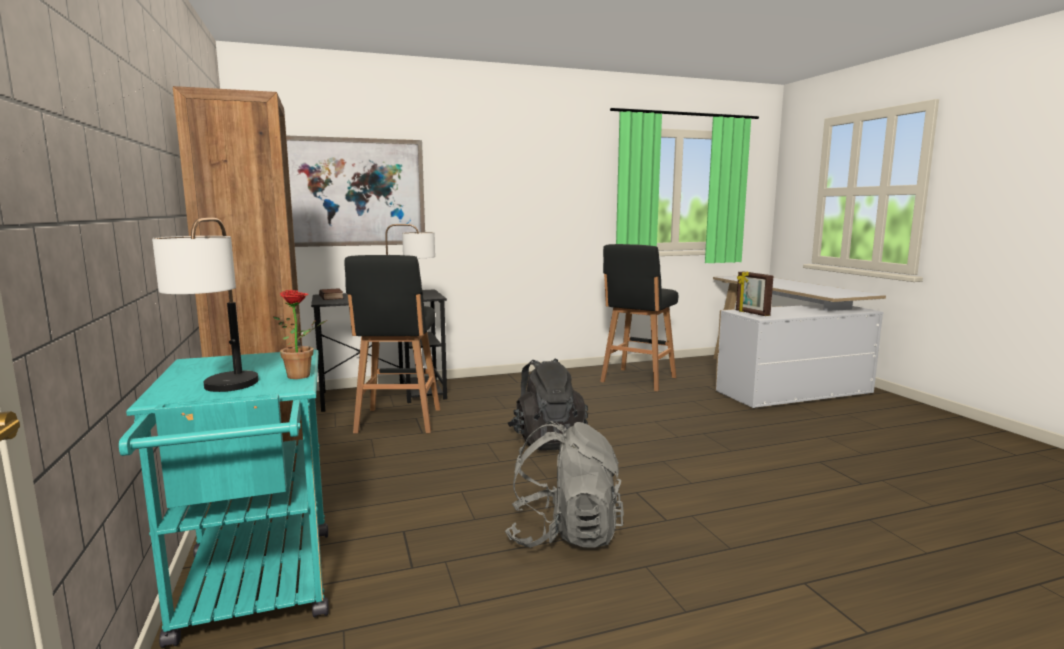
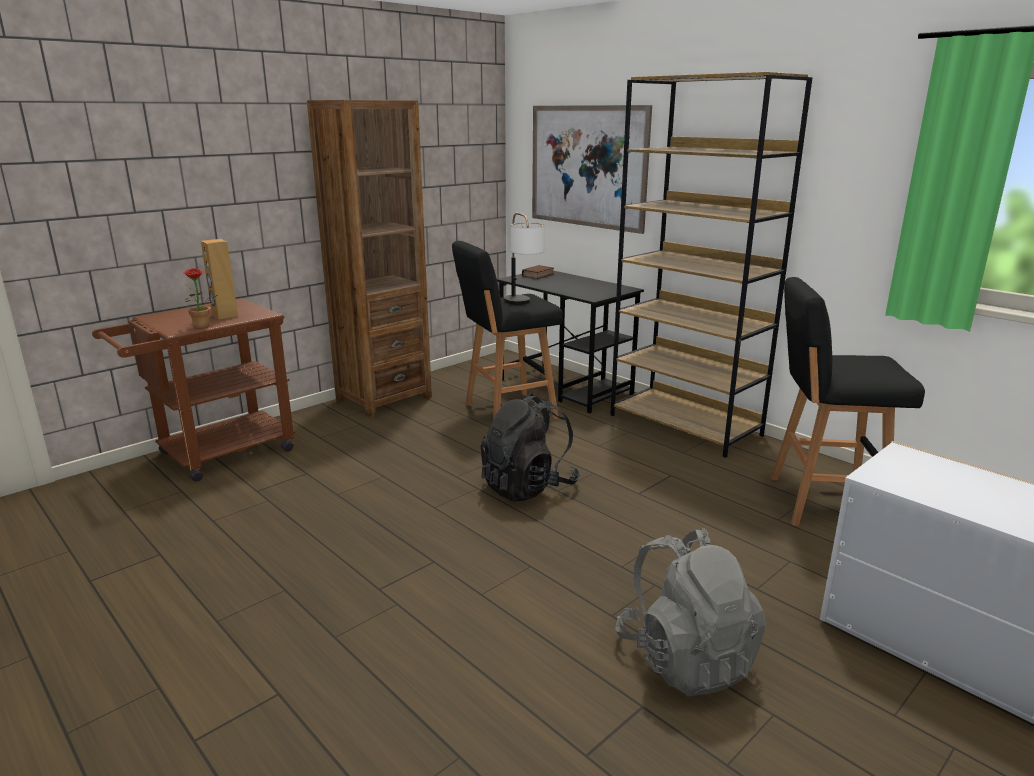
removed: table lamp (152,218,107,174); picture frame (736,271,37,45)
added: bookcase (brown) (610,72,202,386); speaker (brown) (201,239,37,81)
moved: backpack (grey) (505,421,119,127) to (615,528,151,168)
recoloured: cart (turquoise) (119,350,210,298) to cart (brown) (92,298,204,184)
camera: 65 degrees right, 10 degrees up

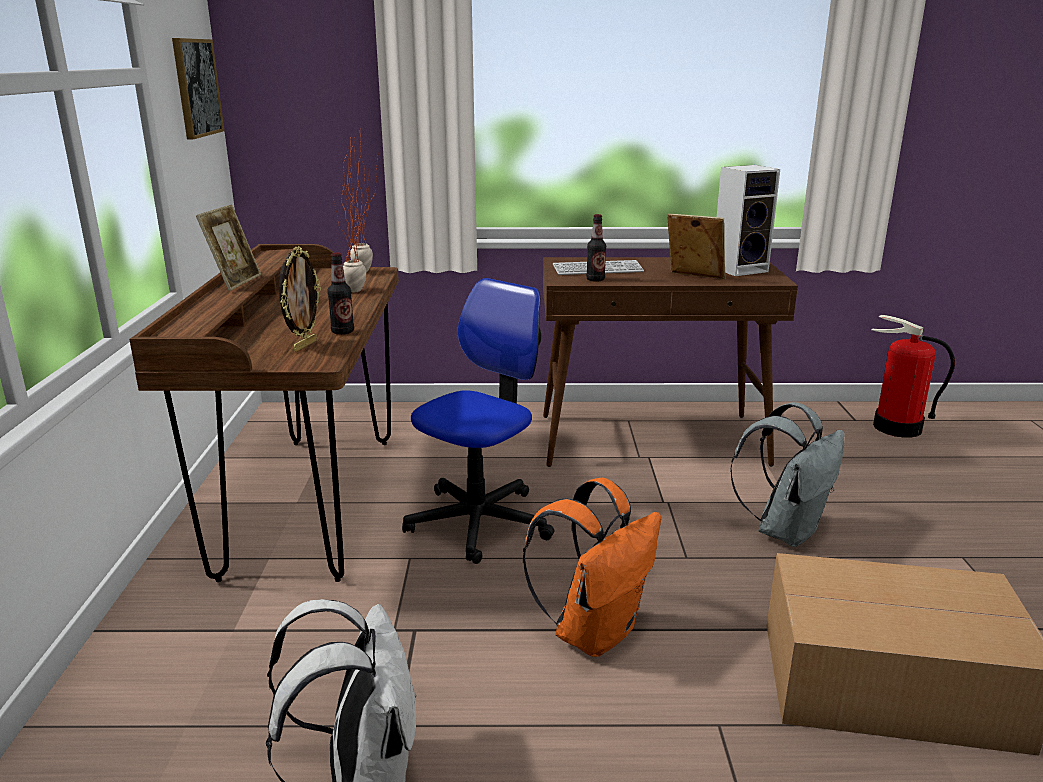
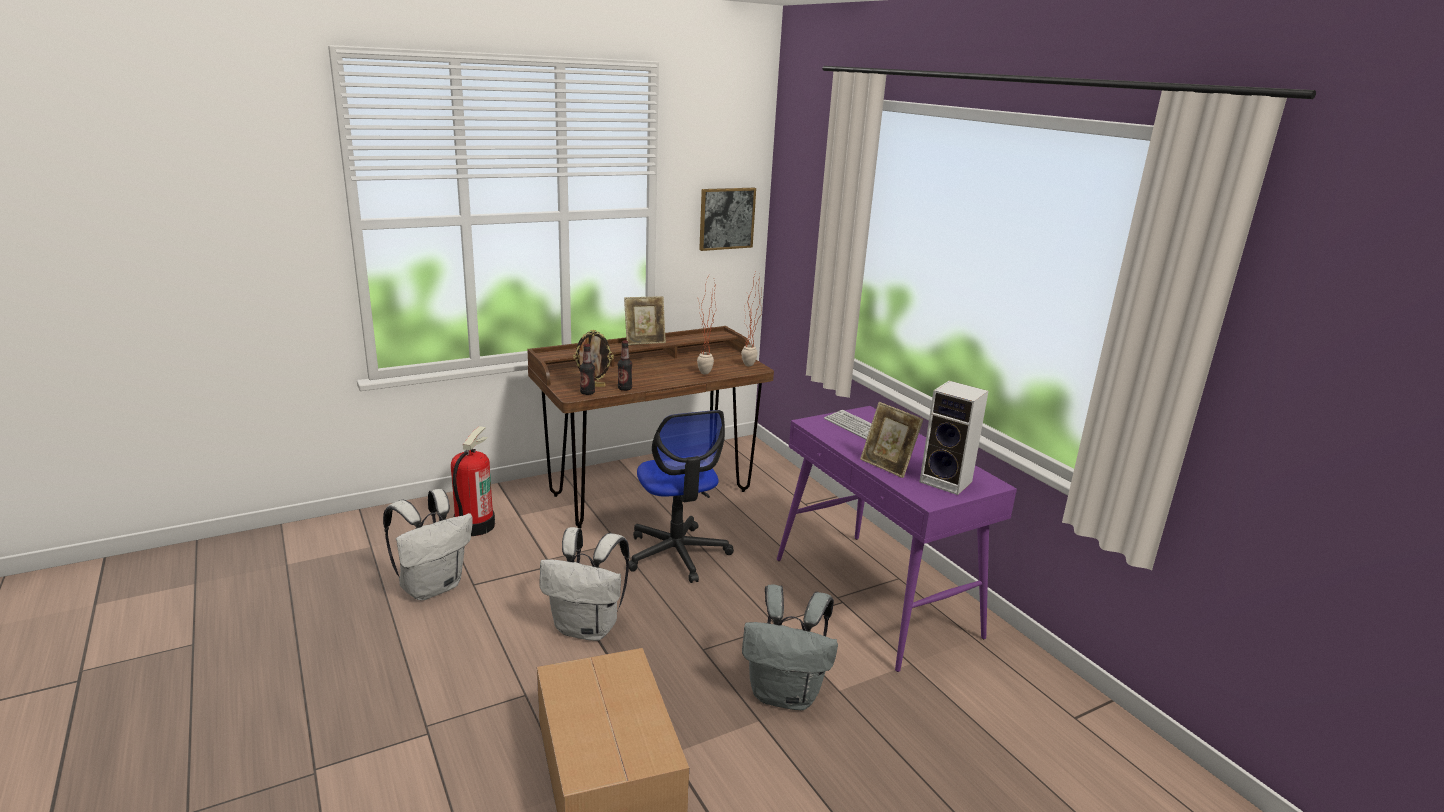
moved: bottle (586,214,20,68) to (580,344,15,51); fire extinguisher (872,315,83,123) to (451,426,44,110)
recoloured: console table (brown) (543,257,255,210) to console table (purple) (777,406,240,266); backpack (orange) (523,478,138,179) to backpack (white) (540,527,89,114)
turned: picture frame (667,214,58,65) = (860,402,63,76) 135 degrees clockwise; office chair (402,278,153,286) = (628,410,106,173) 60 degrees clockwise
camera: 60 degrees right, 0 degrees up

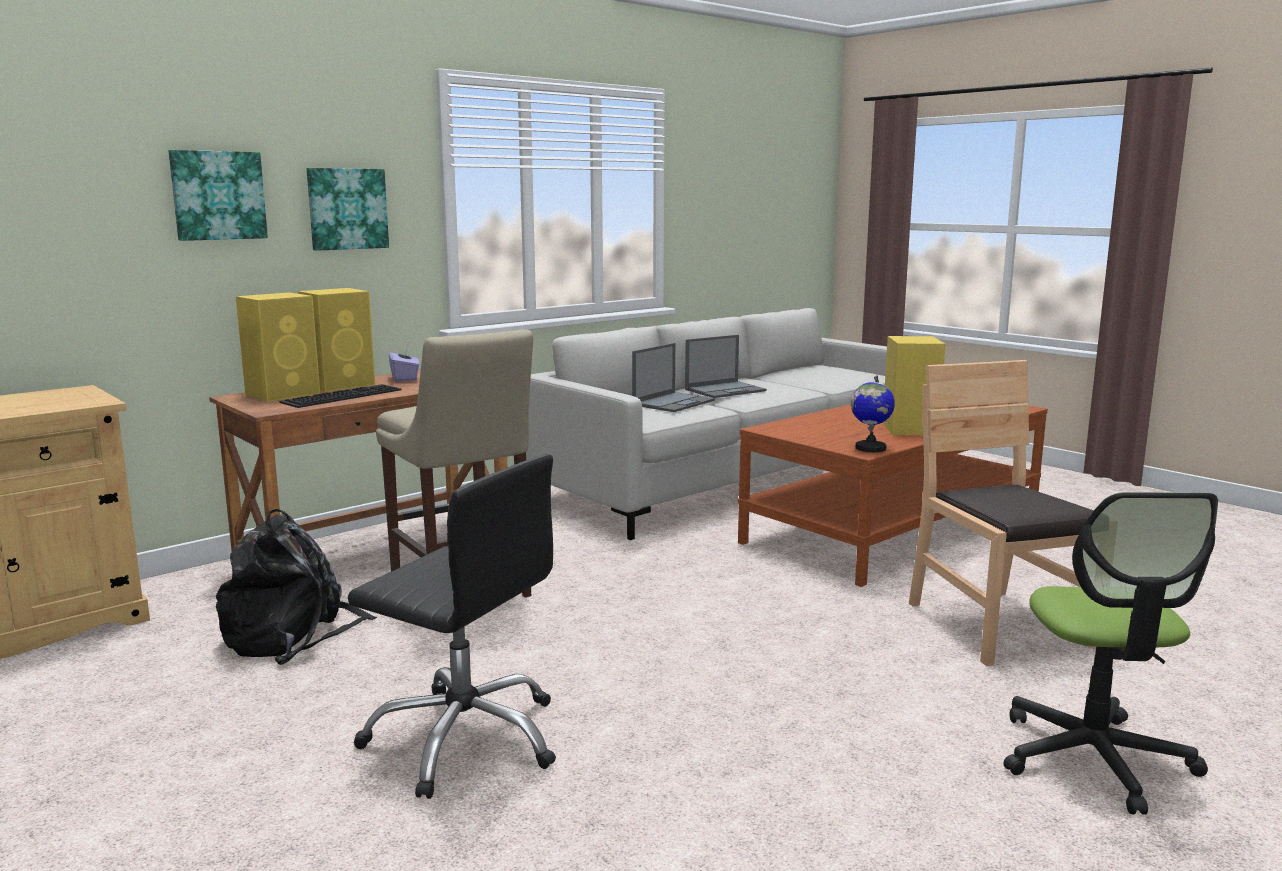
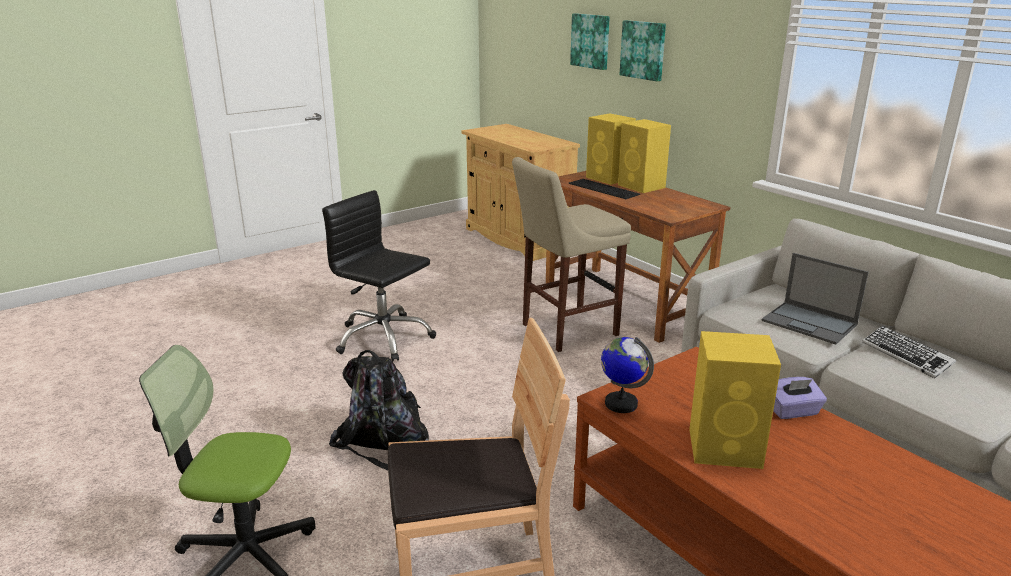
moved: picture (307,168,82,83) to (570,13,40,57); tissue box (purple) (389,345,30,37) to (773,377,54,42); backpack (black) (216,509,161,156) to (329,350,100,120)
replaced: laptop (685,335,82,63) to keyboard (862,326,94,52)
turned: office chair (black) (348,454,208,345) = (322,190,114,172) 90 degrees clockwise
camera: 95 degrees right, 10 degrees up

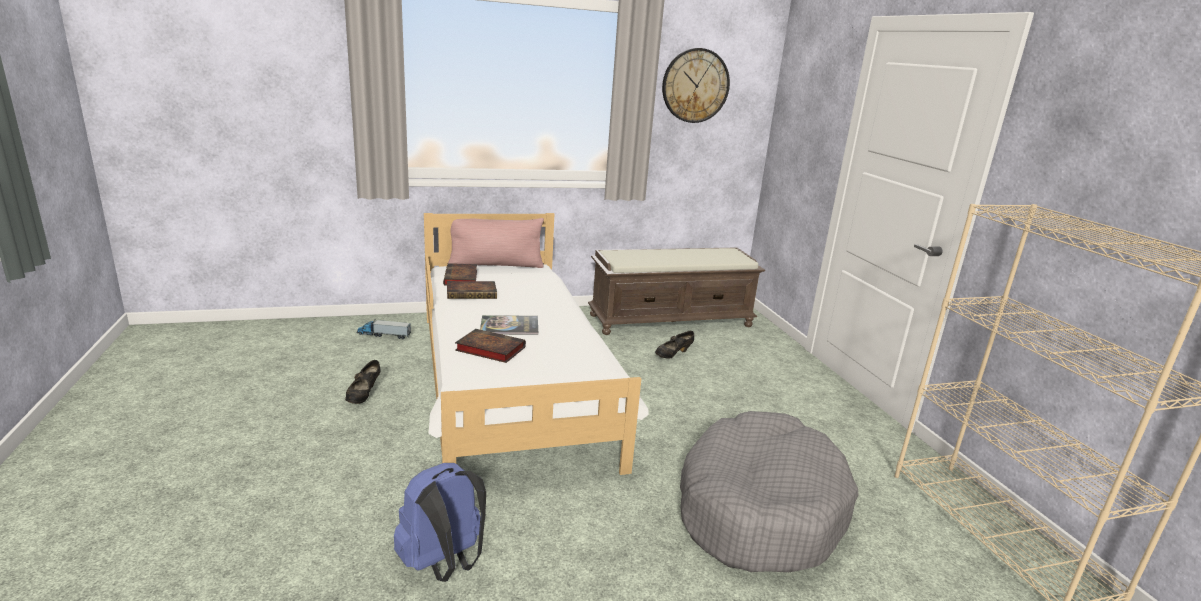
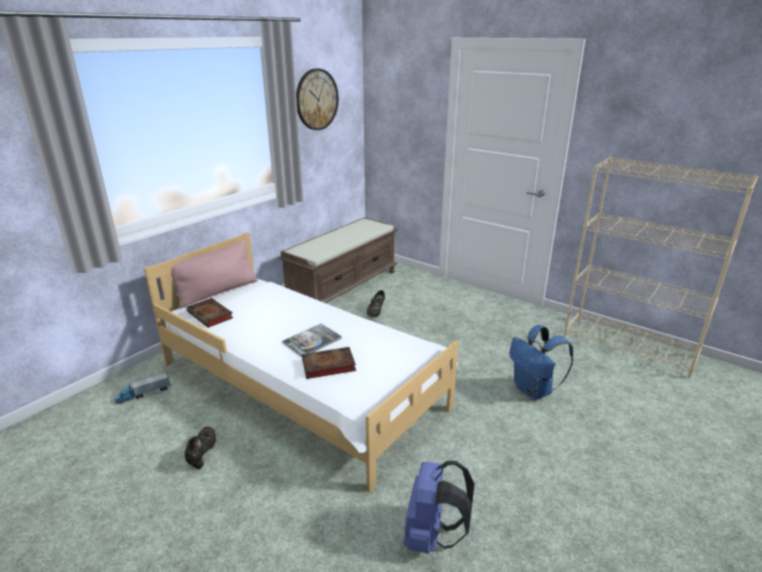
removed: book (447,281,50,18)
replaced: dog bed (grey) (680,411,178,161) to backpack (blue) (509,325,64,75)
turned: shoe (black) (345,360,36,44) = (185,427,31,42) 150 degrees counterclockwise
camera: 35 degrees left, 5 degrees up

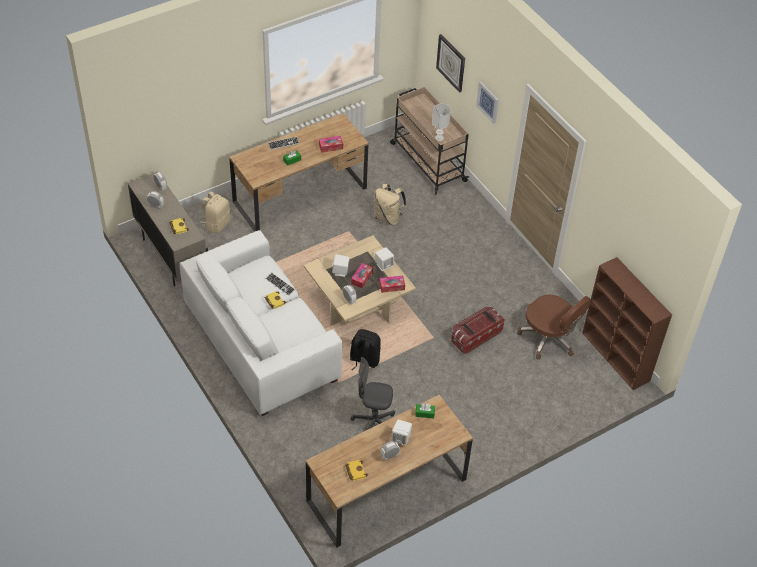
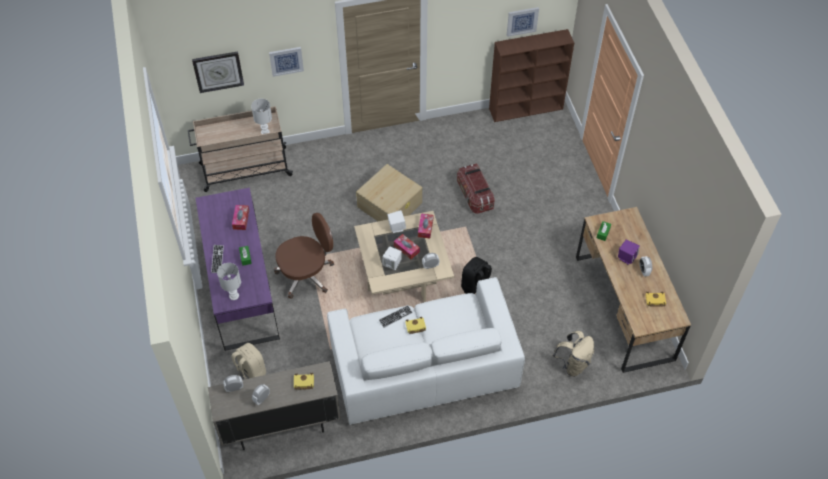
removed: office chair (grey) (351,357,44,73)
added: picture (507,7,32,30); storage box (beige) (356,164,66,57); table lamp (white) (217,263,24,37)
moved: backpack (beige) (375,184,32,41) to (552,331,42,46); office chair (brown) (517,294,74,66) to (274,213,60,86)
recoloured: desk (brown) (229,113,140,119) to desk (purple) (195,188,85,163); speaker (white) (391,419,21,26) to speaker (purple) (618,240,22,25)
camera: 70 degrees left, 5 degrees up

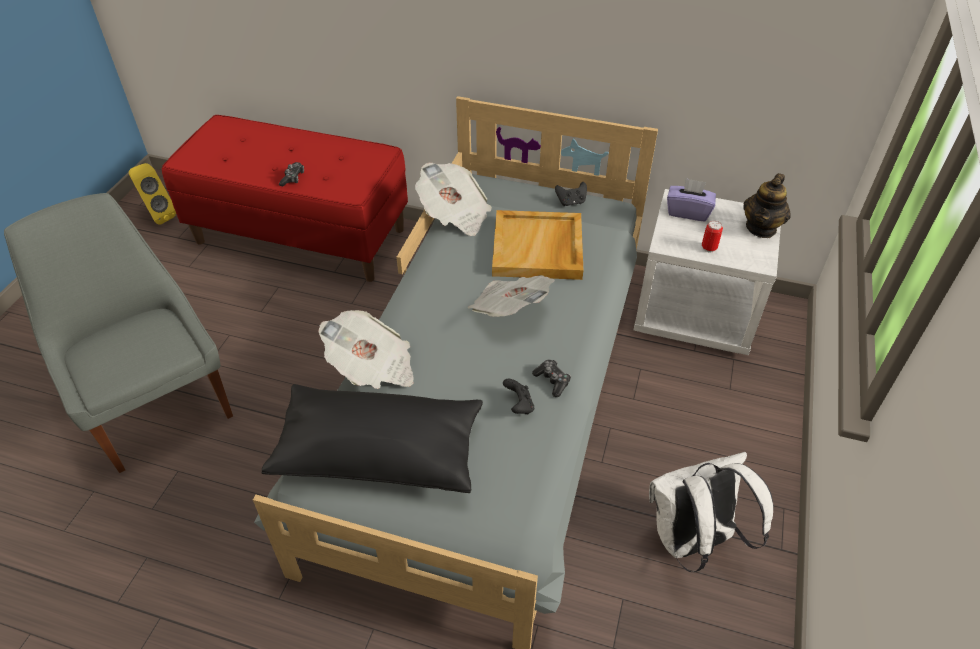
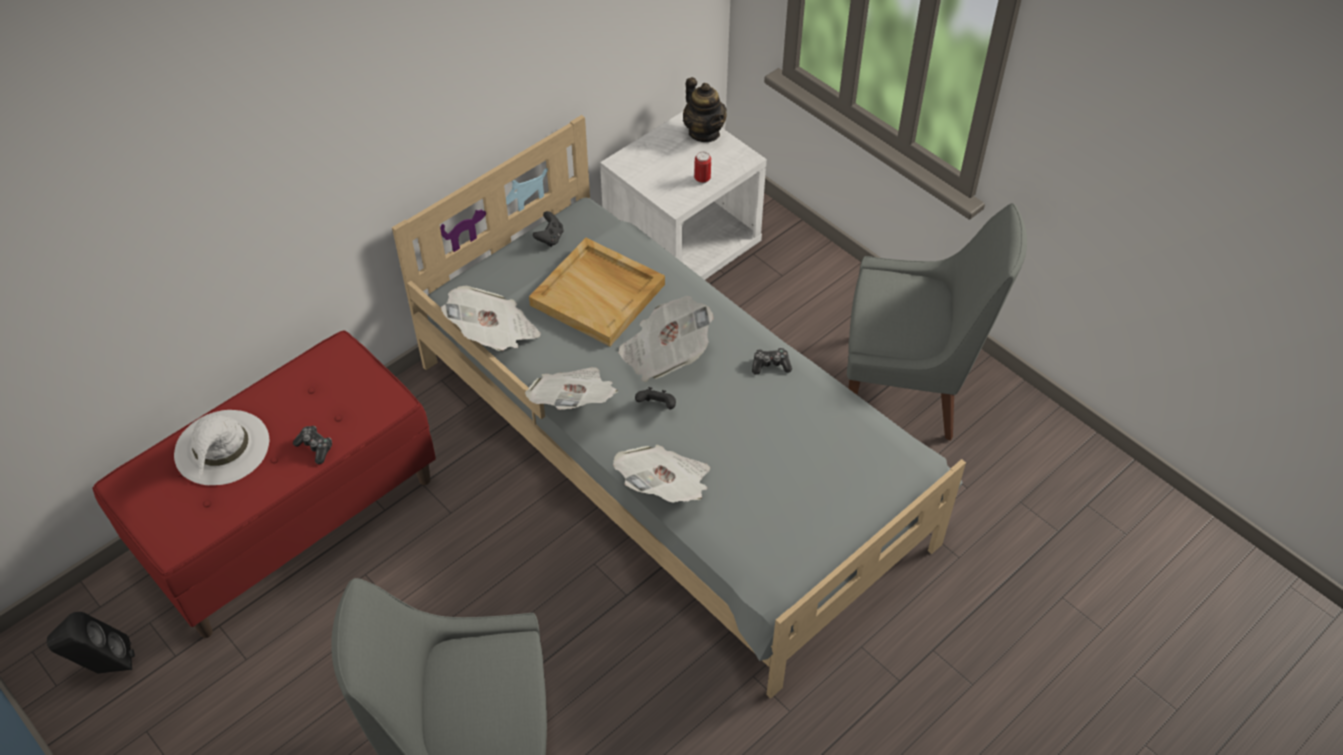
removed: tissue box (purple) (667,178,49,43); pillow (black) (261,384,222,109)
added: newspaper (525,367,93,43); hat (white) (174,410,95,75)
moved: game controller (black) (503,379,31,35) to (635,387,41,22)
replaced: backpack (white) (649,452,124,120) to chair (grey) (847,203,180,238)
recoloured: speaker (yellow) (129,163,47,61) to speaker (black) (47,612,88,61)
camera: 60 degrees left, 5 degrees up

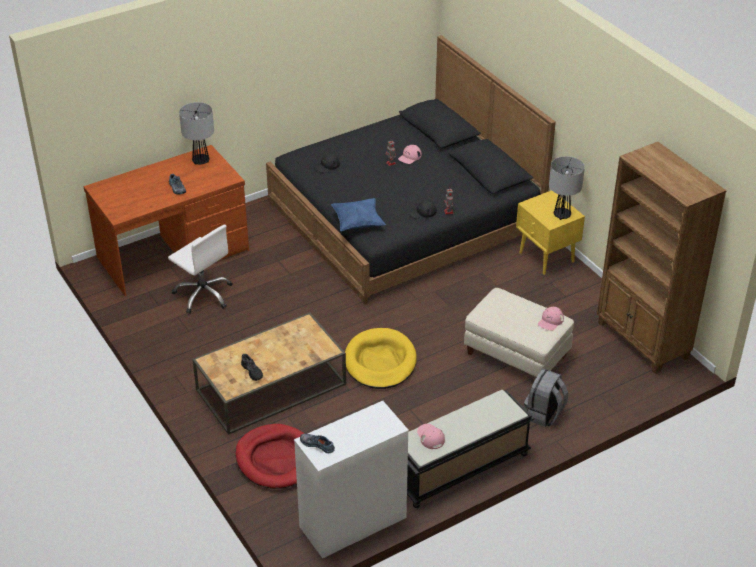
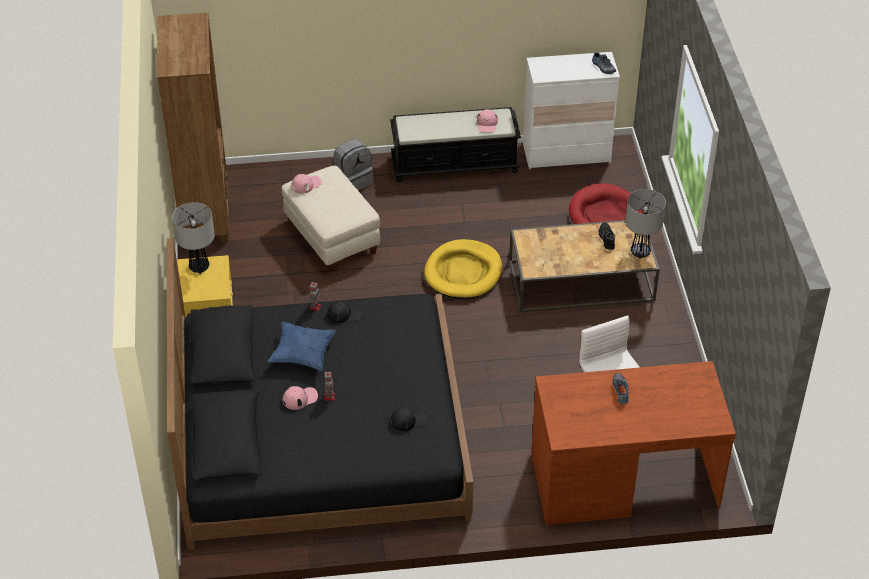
moved: table lamp (179,102,35,63) to (625,189,41,69); pillow (blue) (331,198,55,33) to (267,322,69,49)
camera: 155 degrees left, 5 degrees up

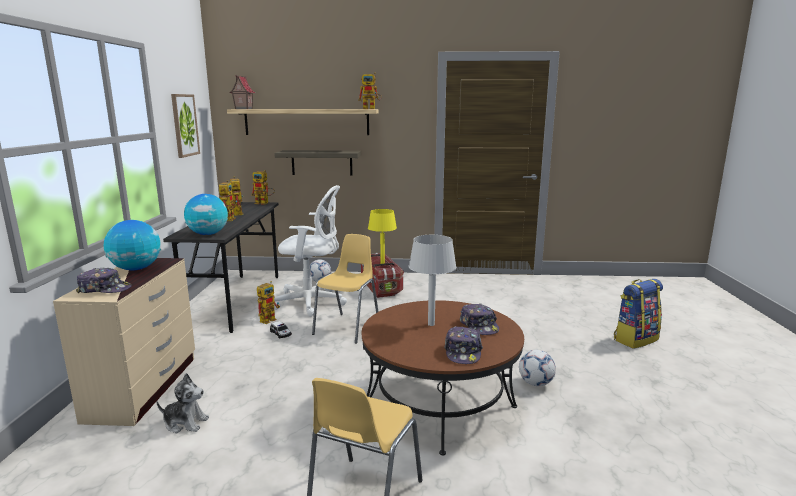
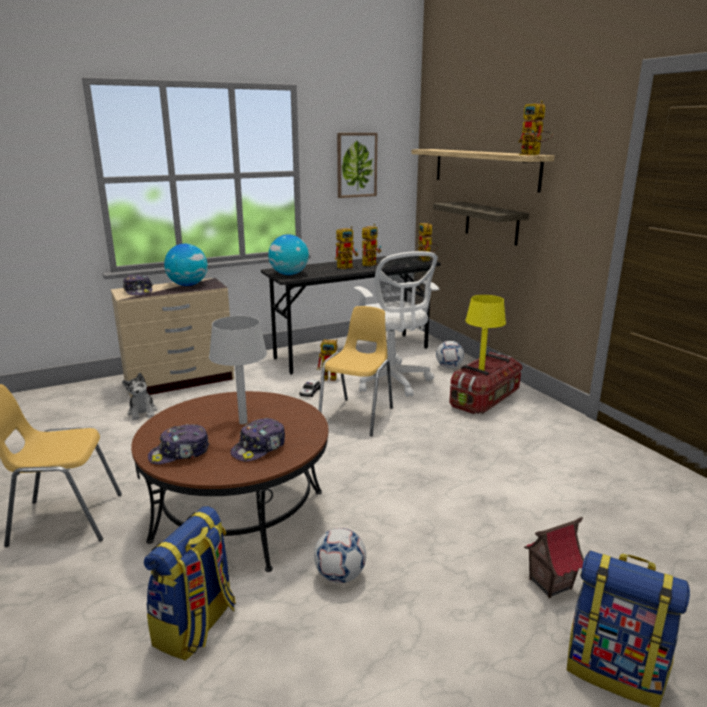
added: backpack (144,506,92,155)
moved: toy house (229,75,26,34) to (524,517,60,81)
turned: chair (yellow) (312,234,66,110) = (319,306,74,130) 60 degrees counterclockwise
camera: 60 degrees right, 5 degrees up

